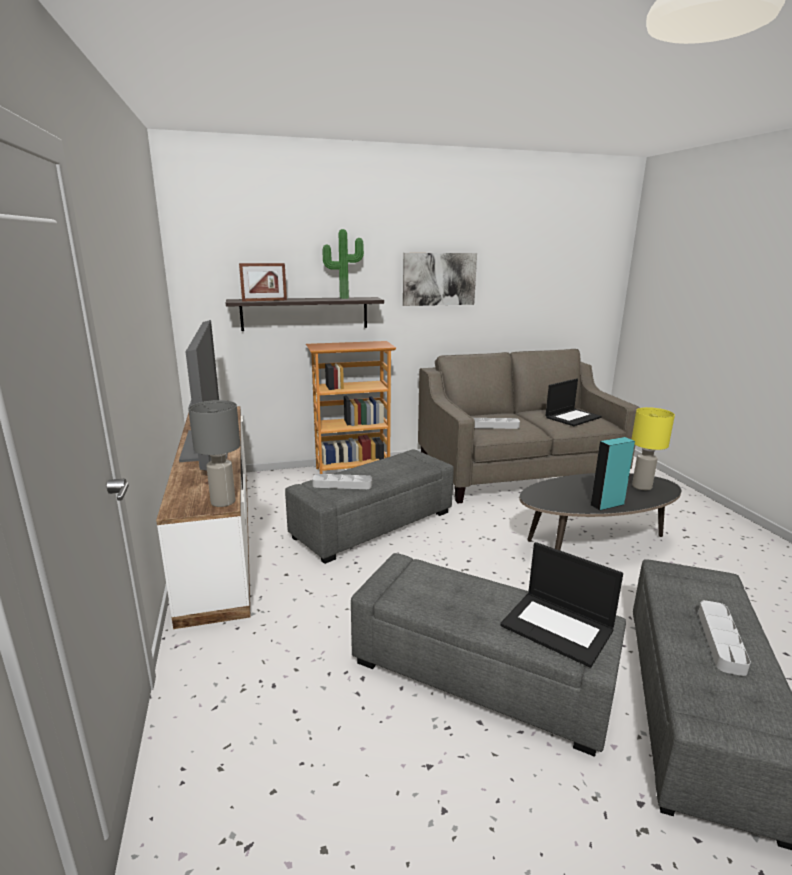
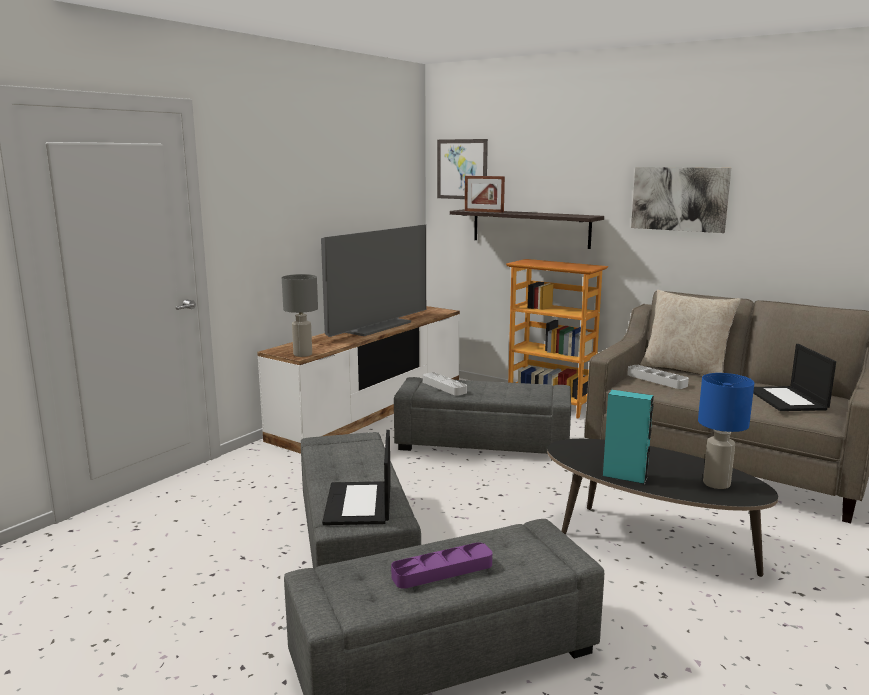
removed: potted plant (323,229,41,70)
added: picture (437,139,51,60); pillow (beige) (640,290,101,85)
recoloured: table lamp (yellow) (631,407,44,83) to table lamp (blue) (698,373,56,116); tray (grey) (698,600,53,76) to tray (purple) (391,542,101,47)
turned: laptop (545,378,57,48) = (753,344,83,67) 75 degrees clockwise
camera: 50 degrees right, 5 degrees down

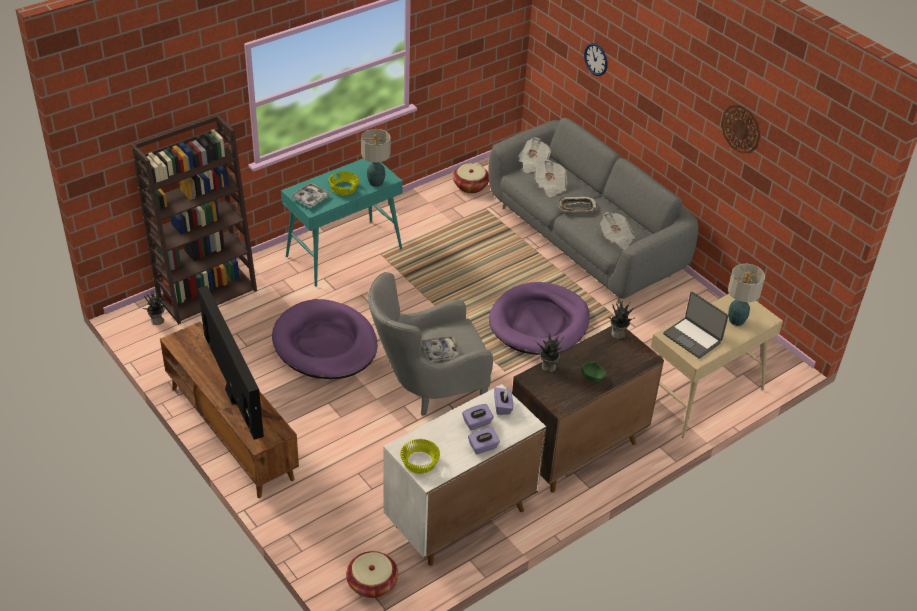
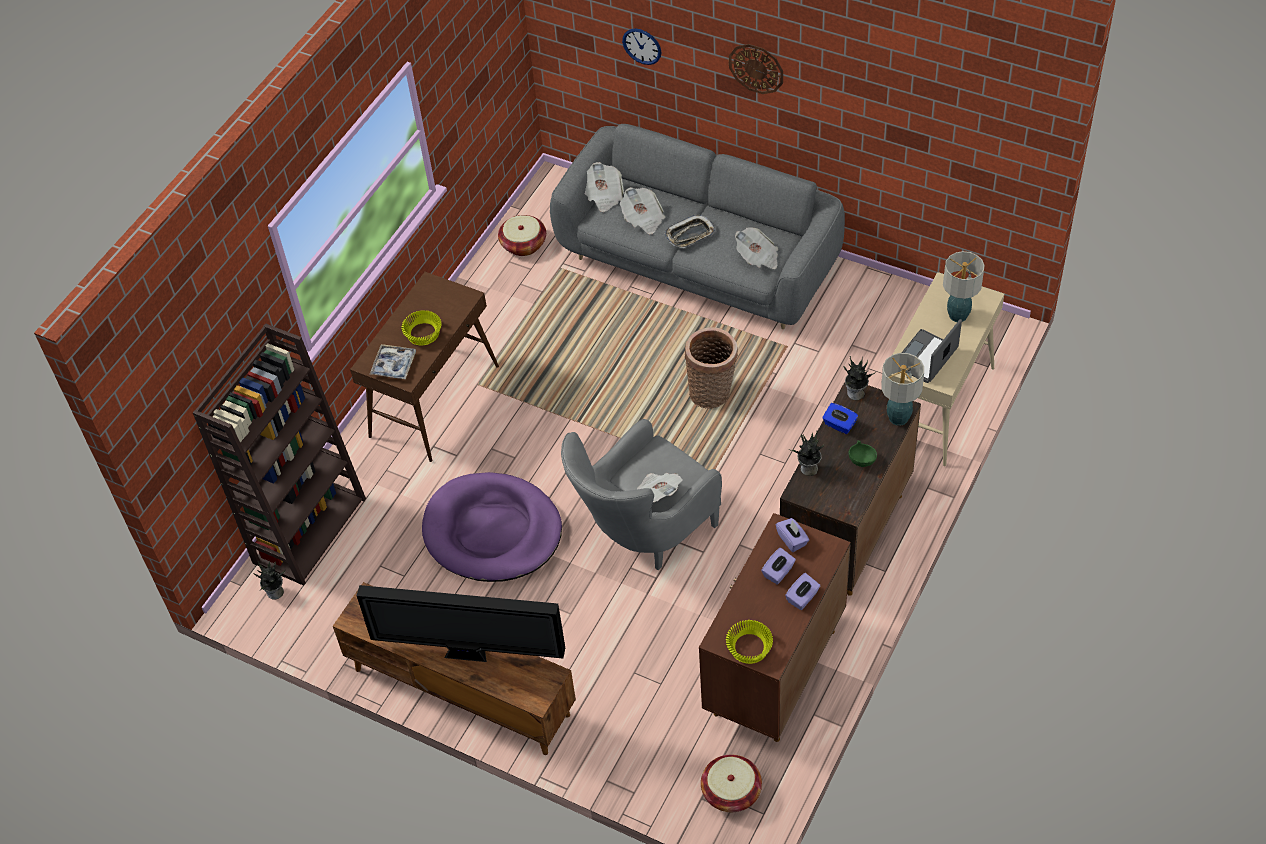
added: tissue box (blue) (822,403,36,31)
moved: wall clock (721,105,40,48) to (729,44,54,50); table lamp (361,129,30,58) to (881,353,43,73)
replaced: dog bed (purple) (489,282,101,73) to basket (685,327,53,82); tray (421,335,40,27) to newspaper (637,473,46,29)
recoloured: console table (turquoise) (281,158,122,129) to console table (brown) (350,272,149,190); cabinet (white) (383,384,163,182) to cabinet (brown) (699,513,152,229)
turned: television (198,286,66,154) = (357,585,208,77) 150 degrees clockwise; laptop (663,291,65,68) = (901,319,61,64) 105 degrees clockwise
camera: 20 degrees left, 10 degrees up

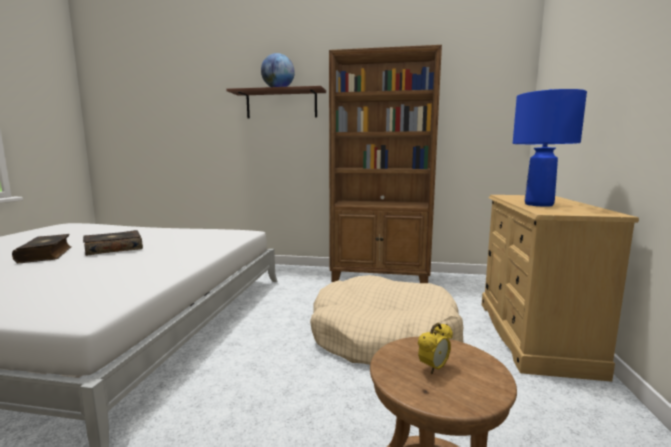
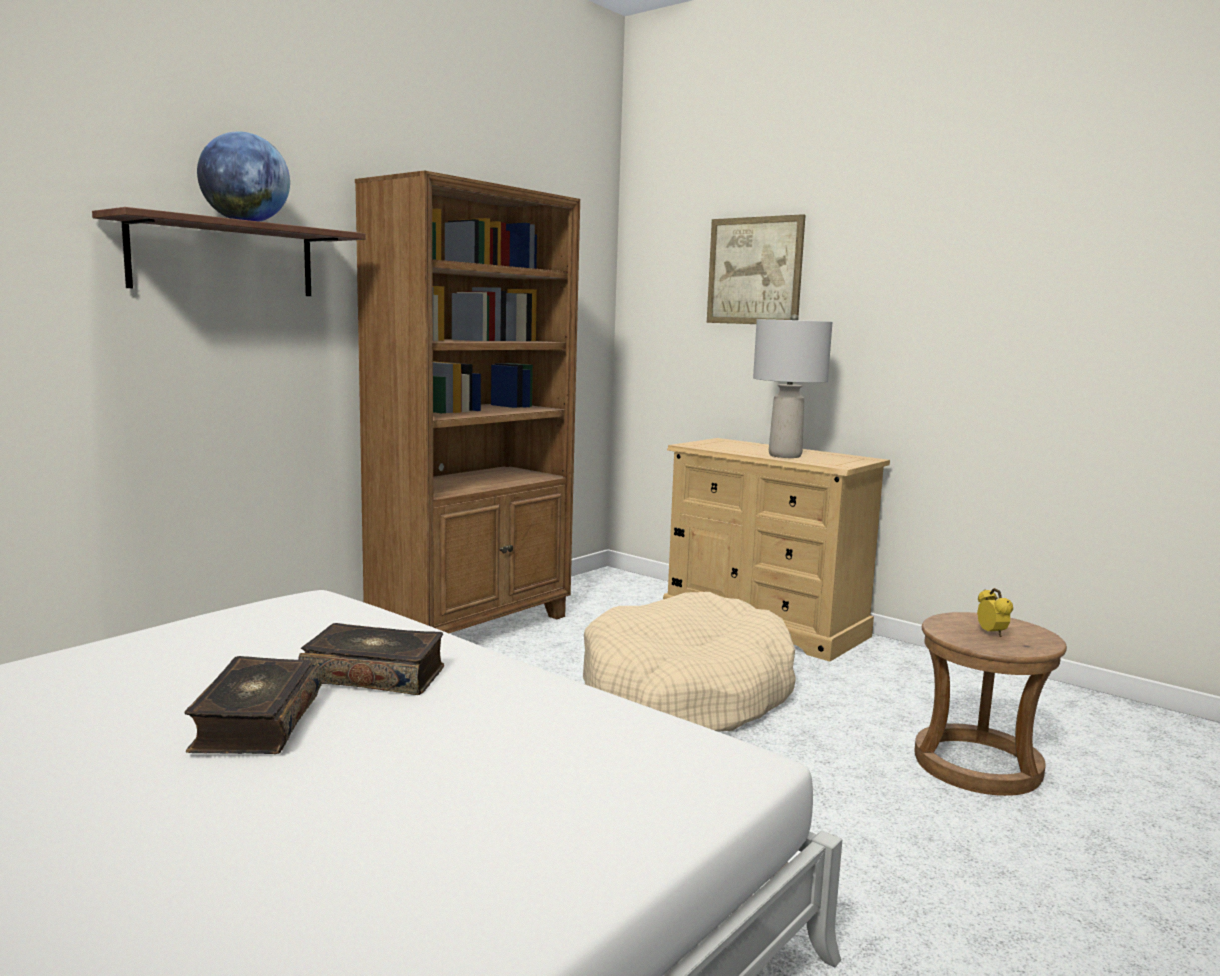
added: picture (707,214,99,110)
moved: book (12,234,60,29) to (298,623,146,72)
recoloured: table lamp (blue) (513,89,74,118) to table lamp (grey) (753,314,79,144)
camera: 60 degrees left, 0 degrees up

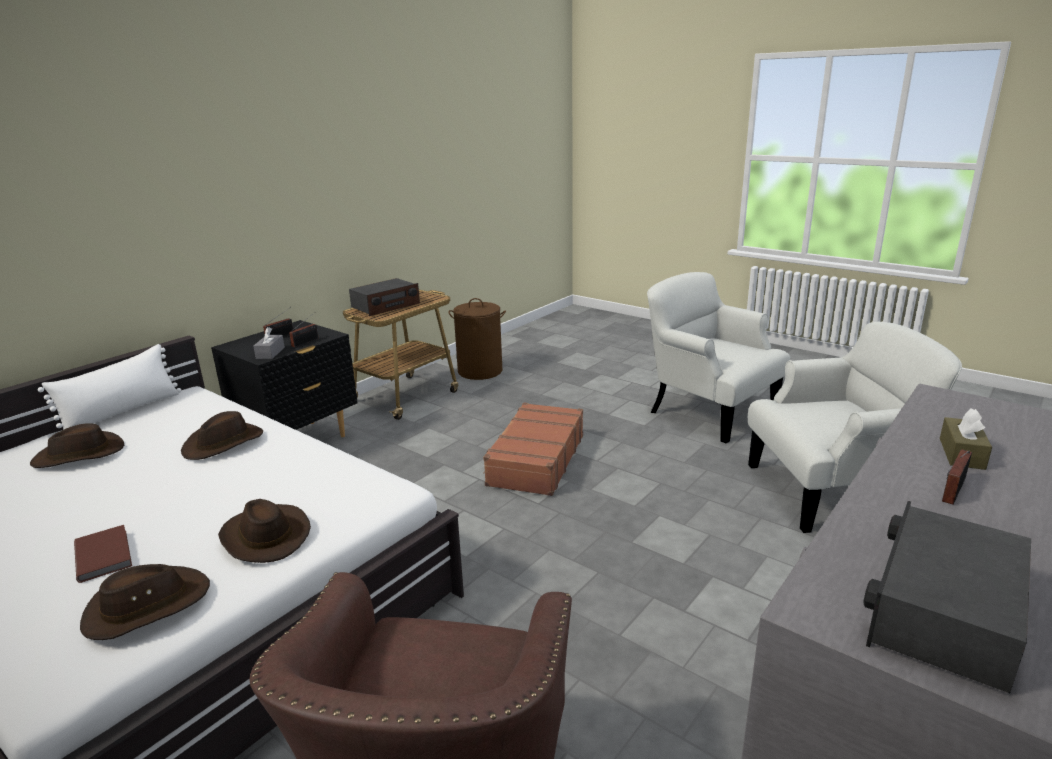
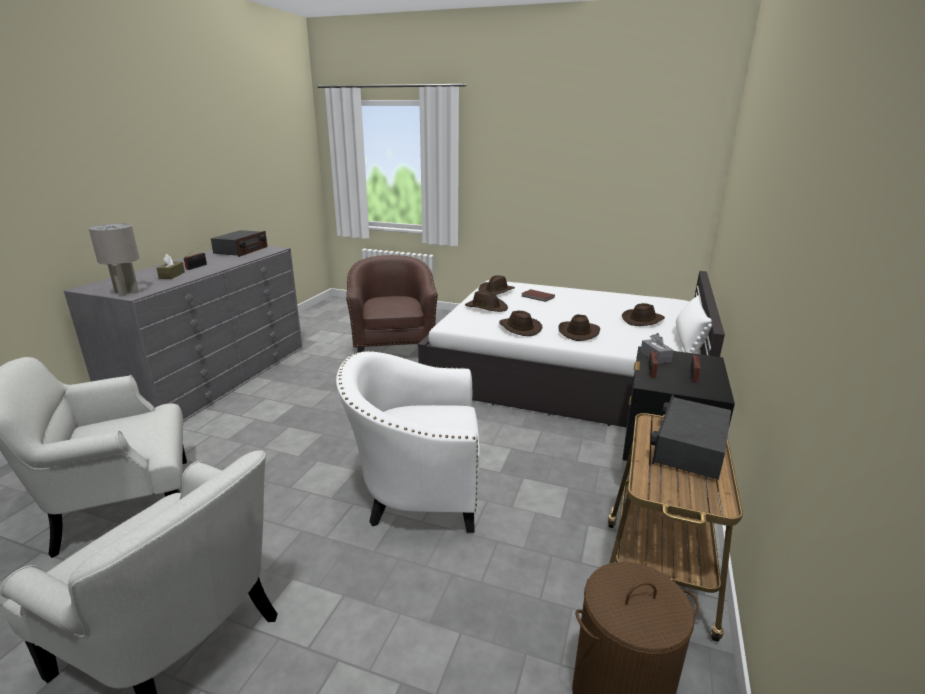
added: table lamp (grey) (89,223,50,73); hat (brown) (499,311,44,25)
replaced: suitcase (brown) (483,403,100,93) to armchair (white) (336,351,143,182)
camera: 160 degrees right, 0 degrees up

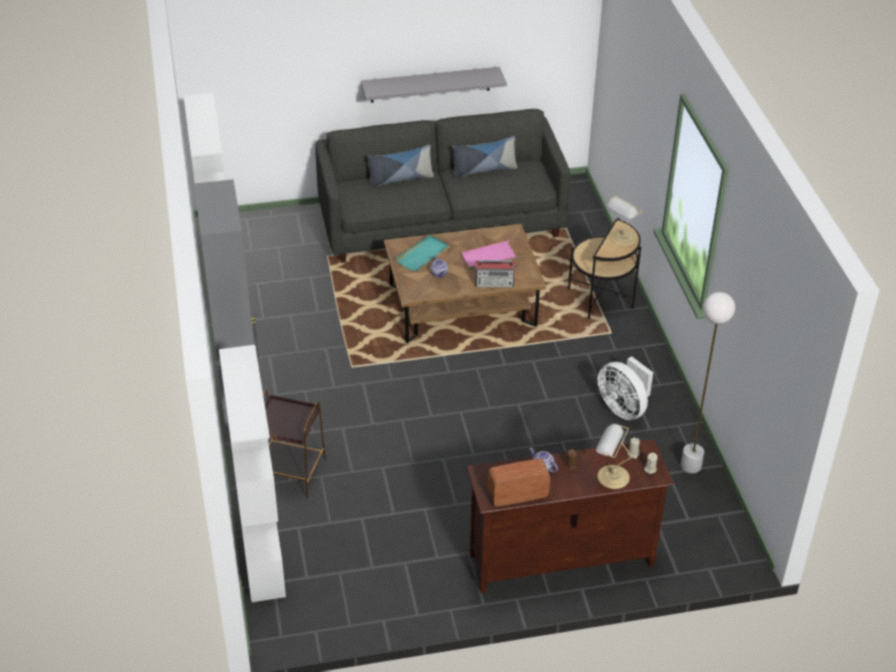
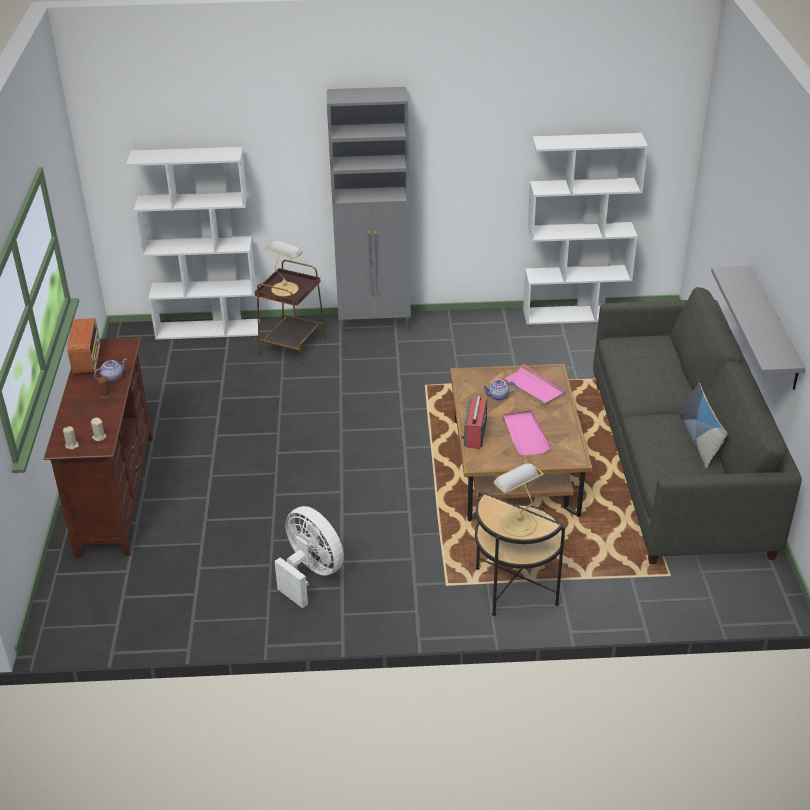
removed: pillow (367,145,67,43); floor lamp (white) (681,292,54,181)
moved: table lamp (596,424,36,65) to (265,241,38,55)
recoloured: tray (turquoise) (395,235,55,36) to tray (pink) (500,364,66,42)
turned: fan (white) (598,356,55,64) = (275,506,69,102) 75 degrees clockwise
camera: 100 degrees right, 5 degrees down

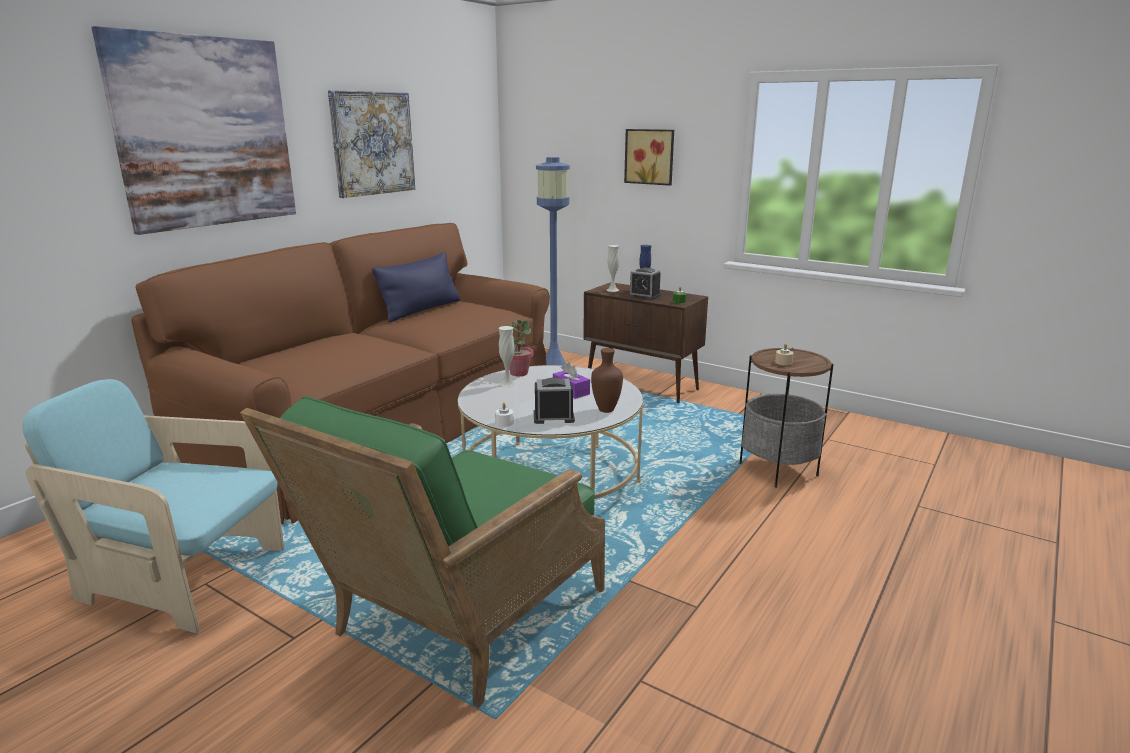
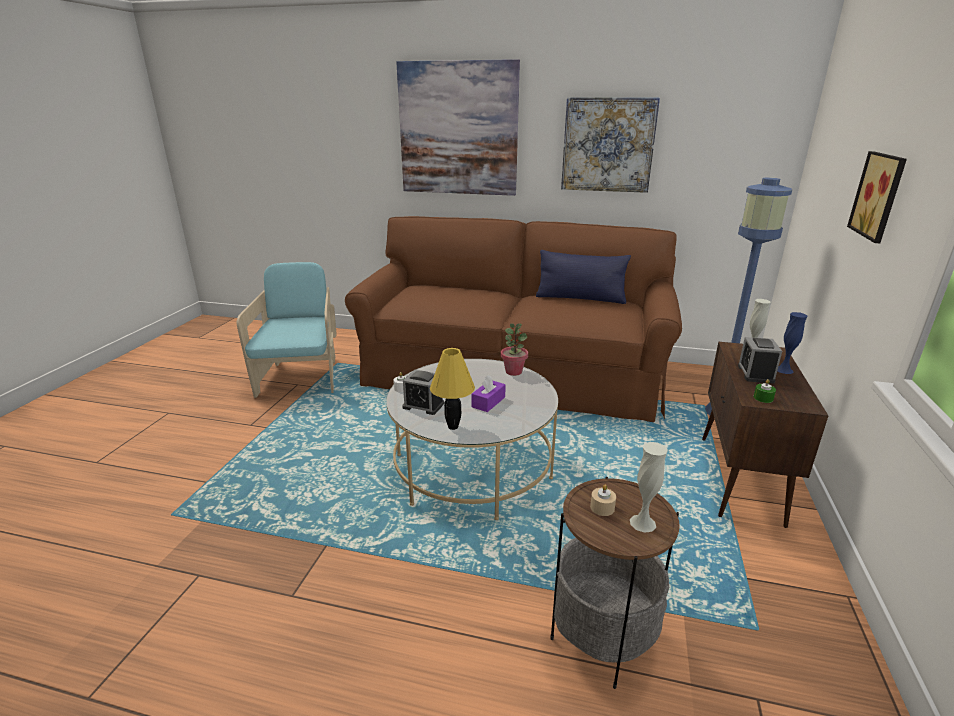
removed: armchair (green) (240,396,365,312)
moved: vase (white) (499,326,17,61) to (630,442,38,91)
replaced: vase (brown) (591,348,32,65) to table lamp (yellow) (430,348,45,82)
turned: alarm clock (533,378,42,46) = (402,370,42,45) 135 degrees clockwise
camera: 70 degrees right, 5 degrees up

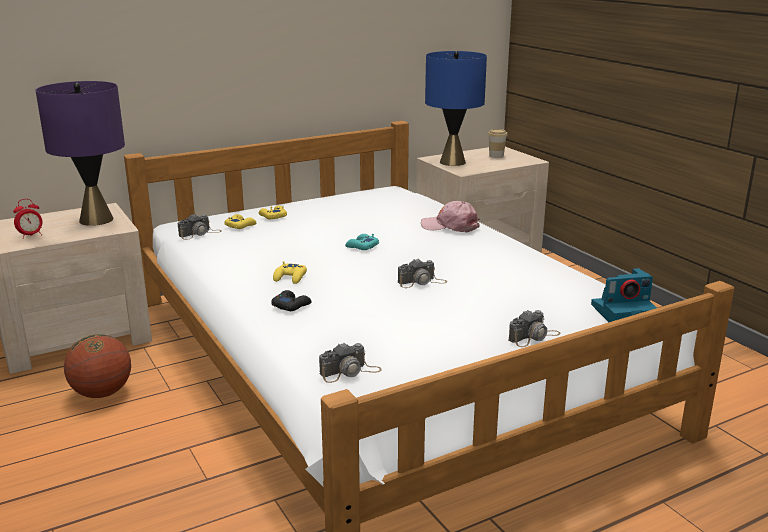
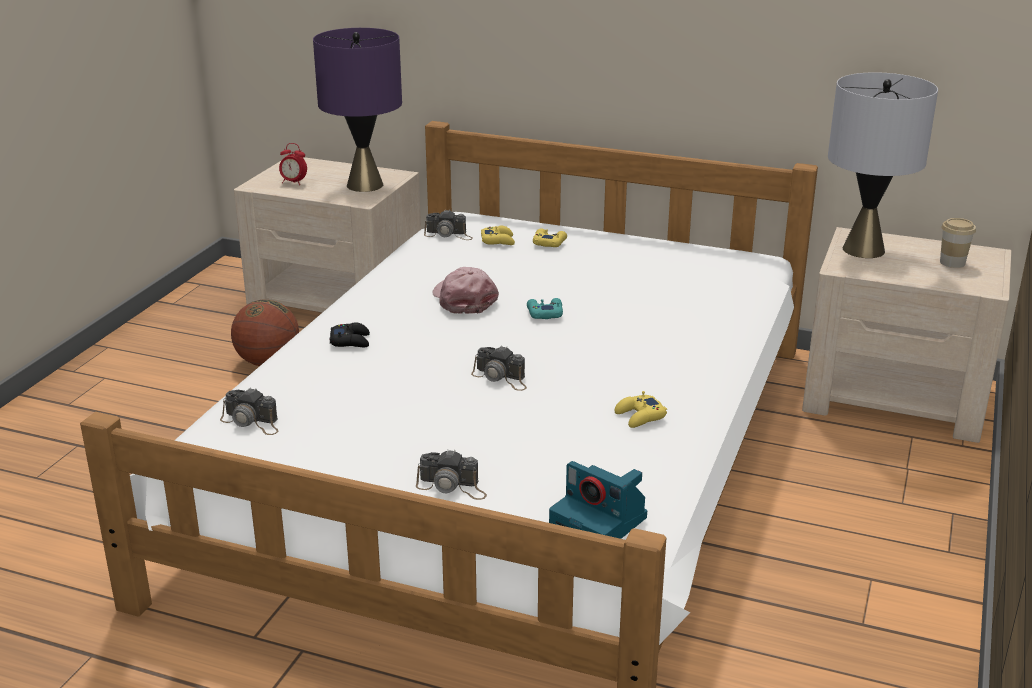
moved: cap (pink) (421,201,59,32) to (432,267,67,47); game controller (yellow) (273,261,34,23) to (615,391,52,37)
recoloured: table lamp (blue) (425,51,62,115) to table lamp (grey) (828,72,110,186)
camera: 50 degrees right, 5 degrees up

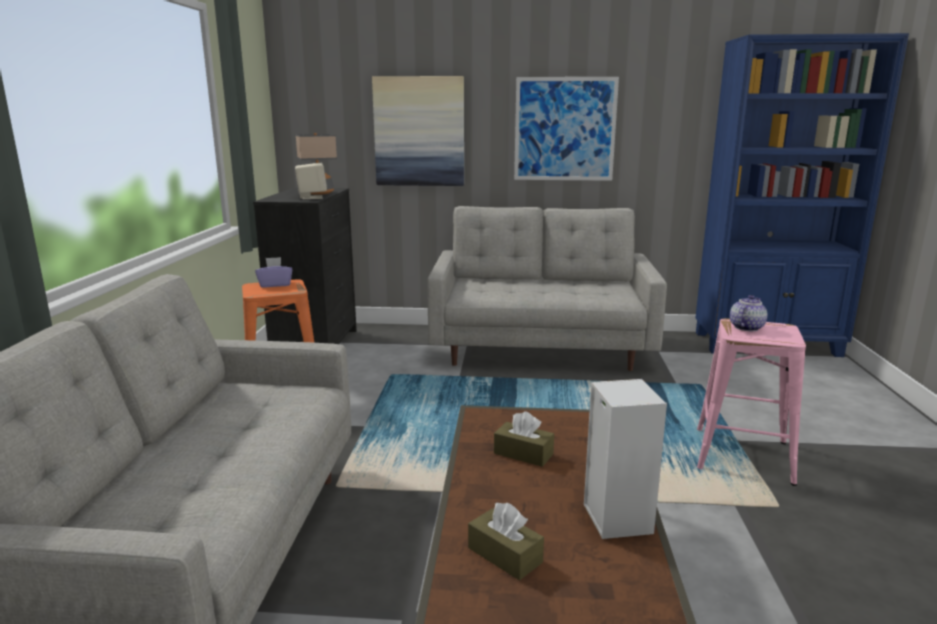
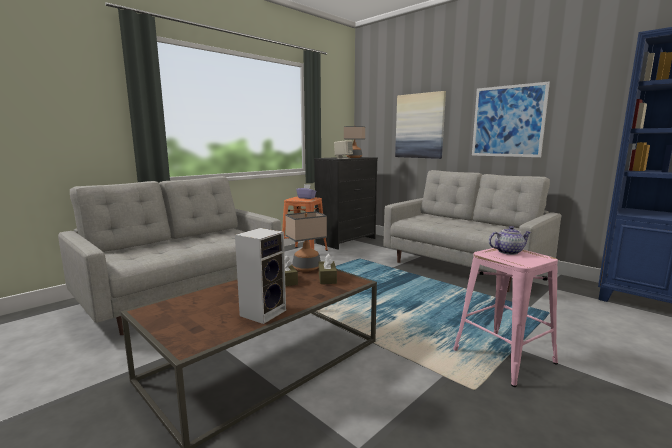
added: table lamp (285,211,42,61)
moved: tissue box (brown) (468,502,76,78) to (319,254,18,30)
camera: 40 degrees right, 5 degrees down

